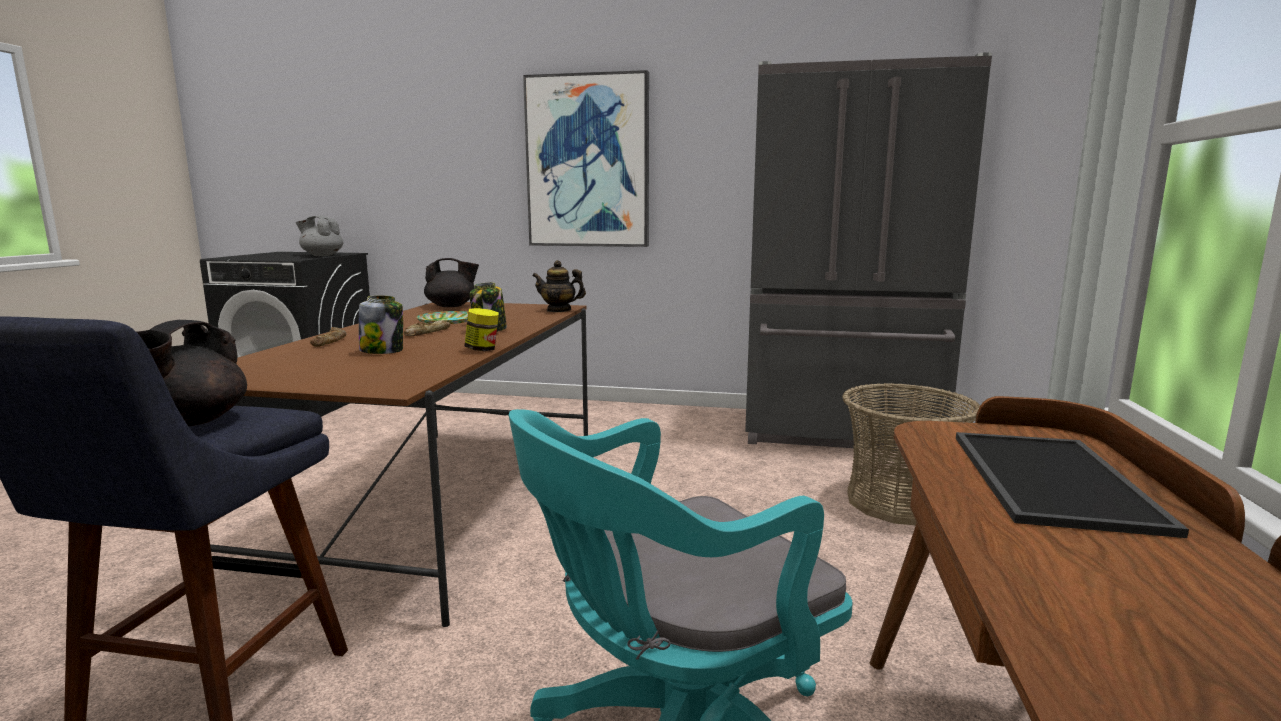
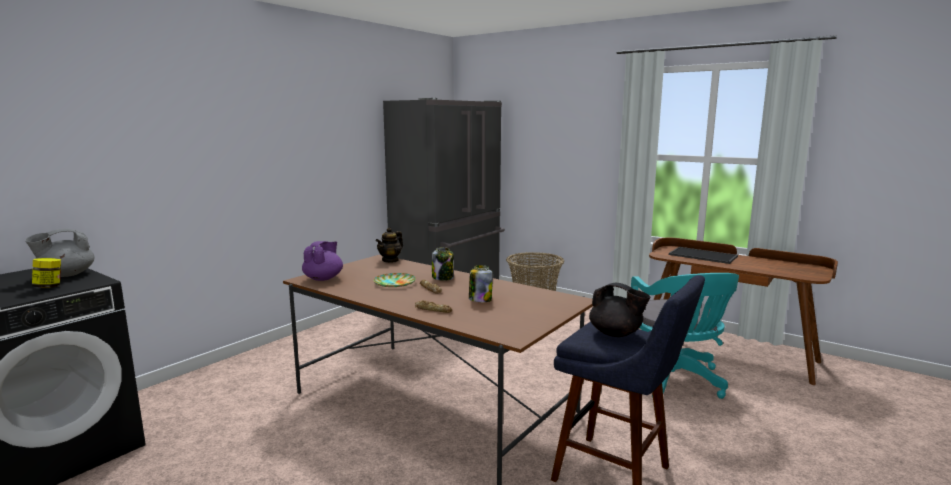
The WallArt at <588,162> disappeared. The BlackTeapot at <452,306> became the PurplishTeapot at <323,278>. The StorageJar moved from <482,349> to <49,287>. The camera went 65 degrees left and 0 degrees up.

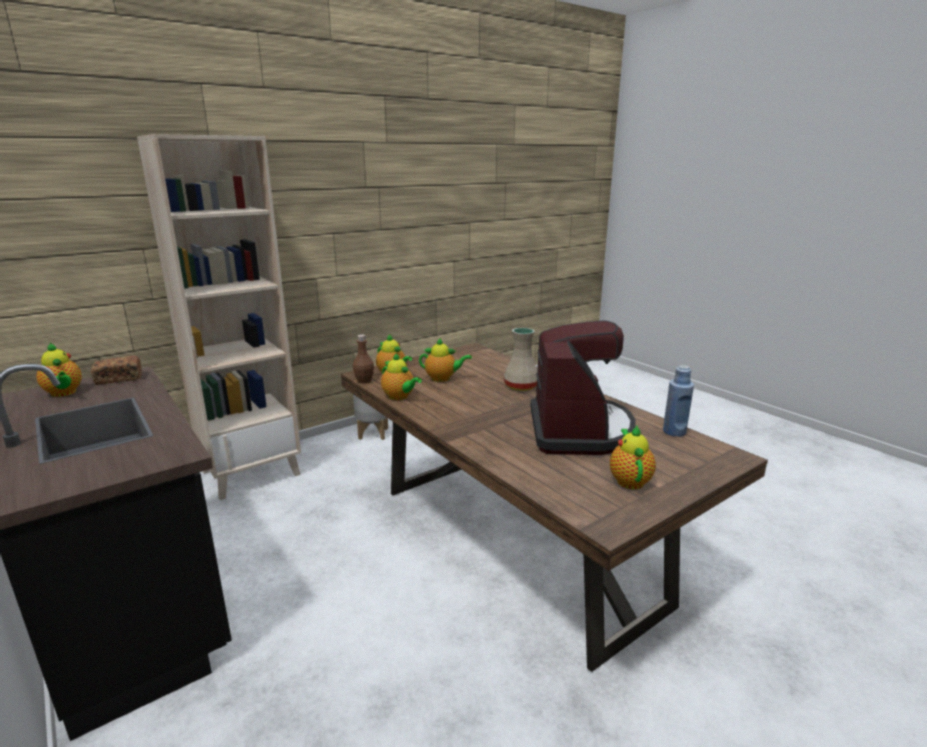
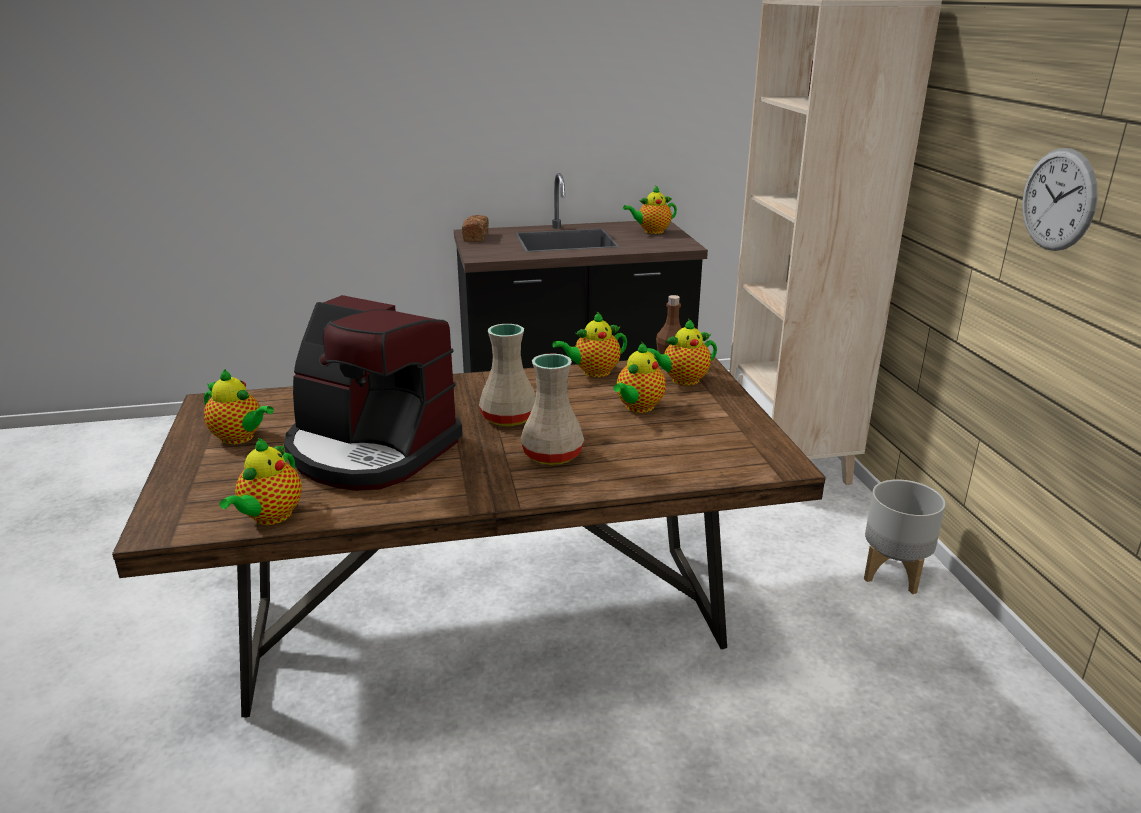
The BakeryBread moved from <119,379> to <475,237>. The BluishBeverageBottle at <674,432> was replaced by the Teapot at <270,517>. The WallClock at <1058,200> appeared. The SandColouredFlowerVase at <510,418> appeared. The camera went 115 degrees right and 5 degrees up.

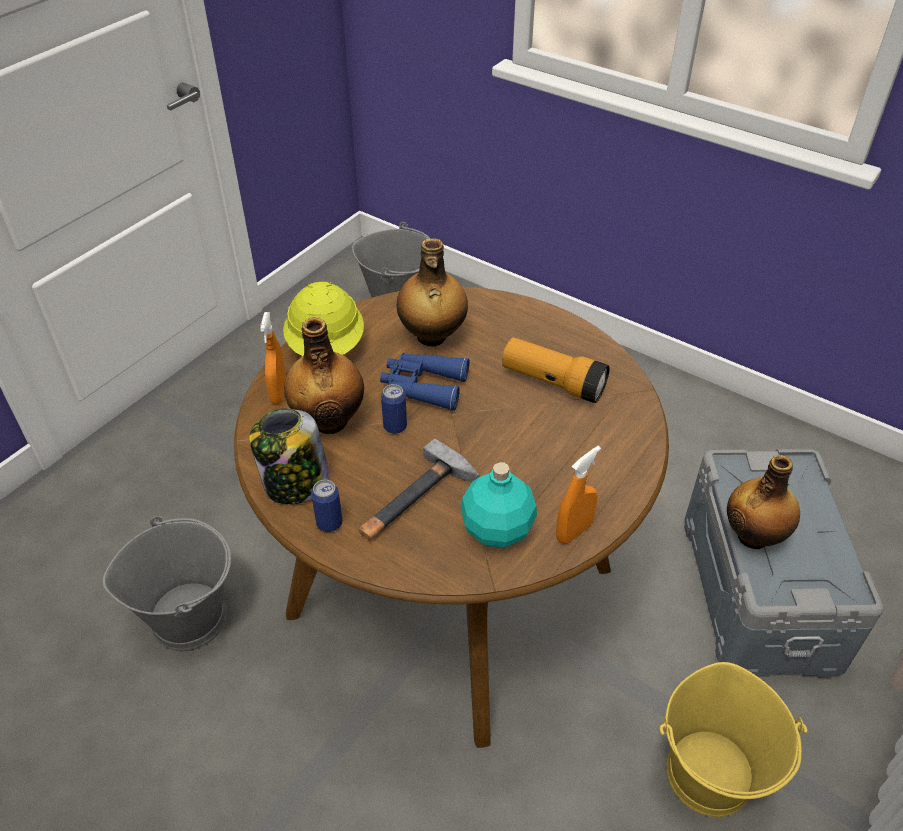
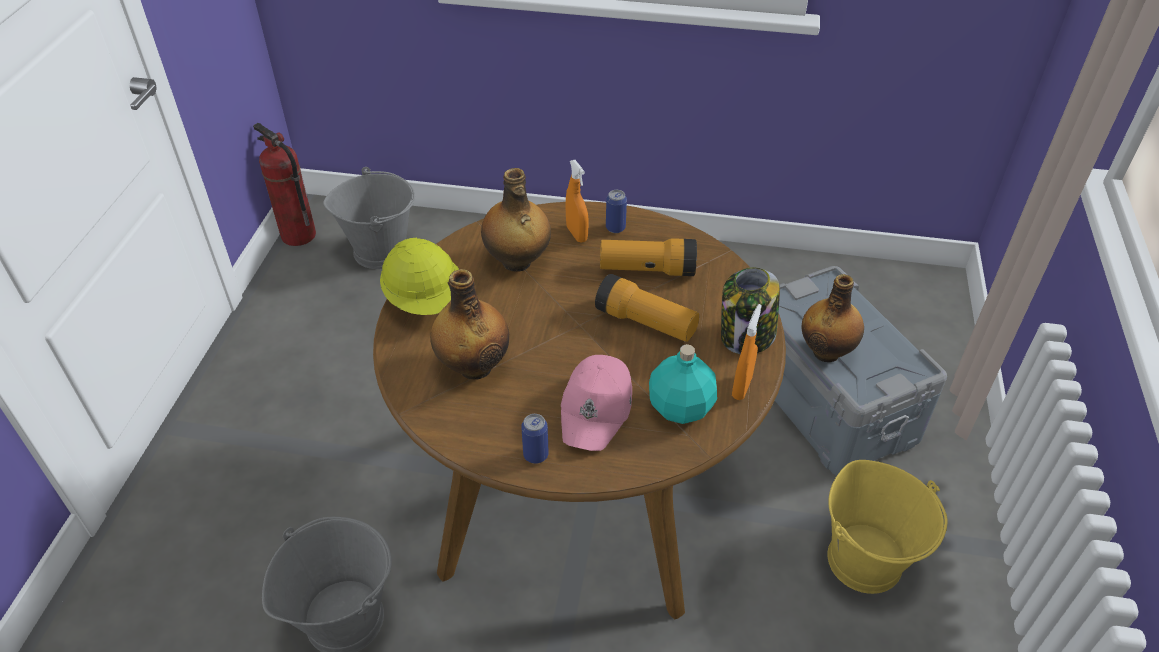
The OrangeySprayBottle moved from <279,393> to <577,234>. The BluishPairOfBinoculars at <423,386> disappeared. The SealedCan moved from <395,426> to <615,228>. The StorageJar moved from <295,484> to <746,337>. The ToolHammer at <415,500> was replaced by the PinkCap at <597,409>. The FireFightingCylinder at <298,236> appeared. The Torch at <646,322> appeared. The camera went 25 degrees left and 0 degrees up.

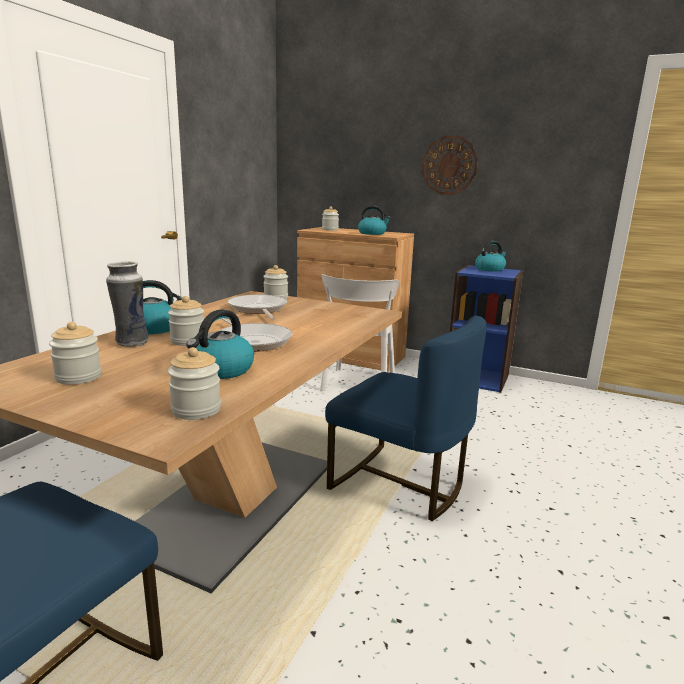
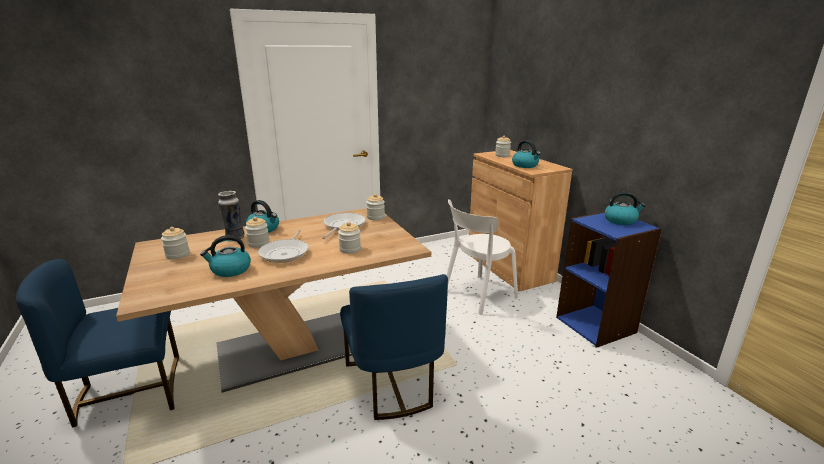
The WallClock at <449,165> disappeared. The StorageJar moved from <196,410> to <350,249>. The camera went 40 degrees right and 5 degrees up.

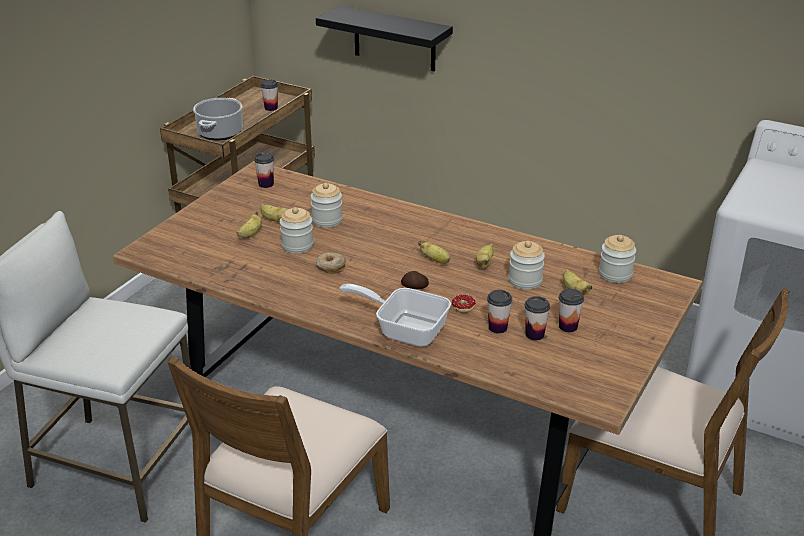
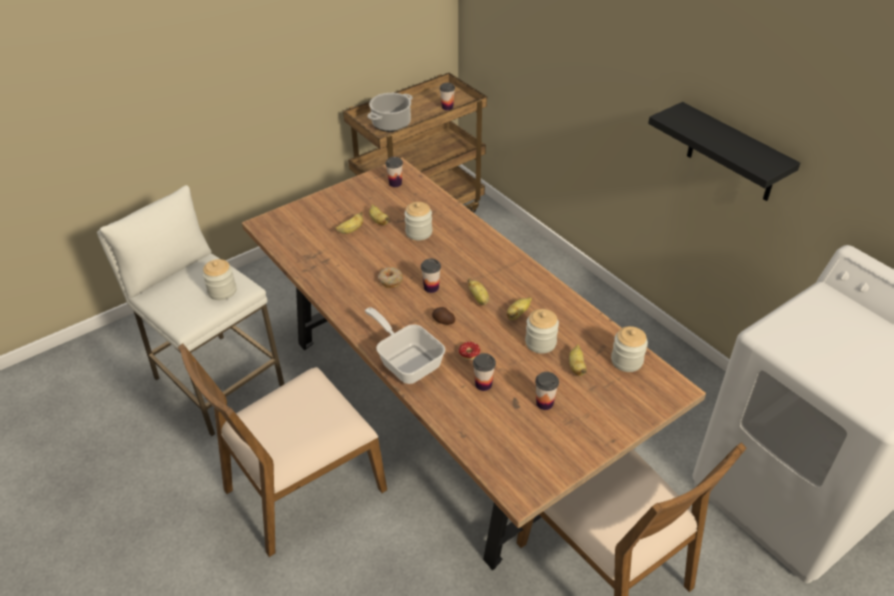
The BlackWallShelf moved from <394,39> to <732,154>. The StorageJar moved from <297,246> to <222,291>. The Cup moved from <534,334> to <431,287>. The camera went 25 degrees right and 10 degrees up.

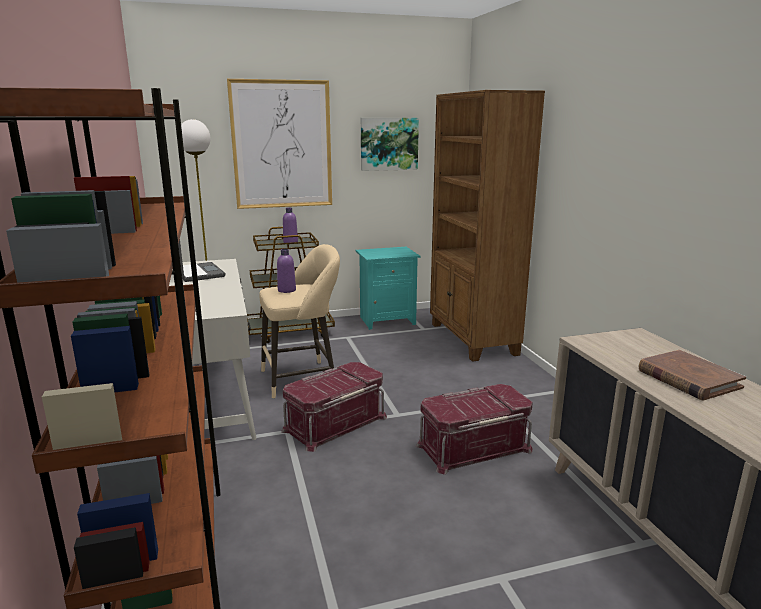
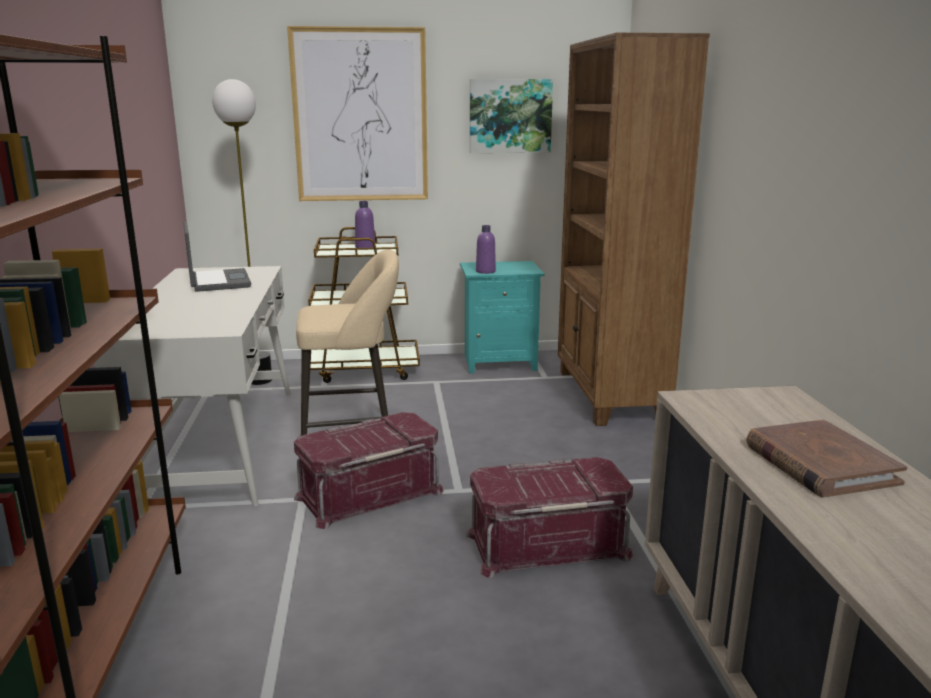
The PurplishBeverageBottle moved from <286,290> to <485,271>. The camera went 10 degrees right and 0 degrees up.

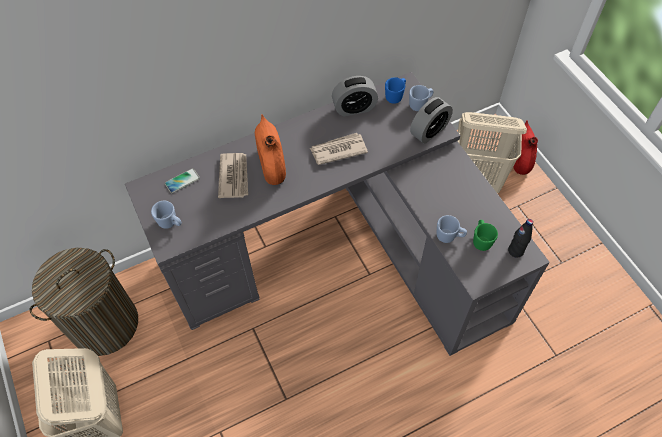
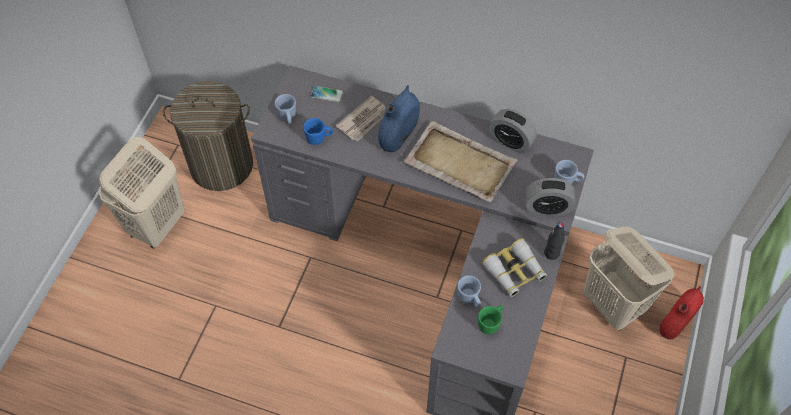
The BluishTeaMug moved from <395,96> to <319,138>. The OrangeyFlowerVase at <272,165> became the BluishFlowerVase at <399,134>. The Newspaper at <338,150> was replaced by the SandColouredTray at <459,163>. The BlackBeverageBottle moved from <515,251> to <551,253>. The PairOfBinoculars at <514,272> appeared. The camera went 45 degrees right and 0 degrees up.

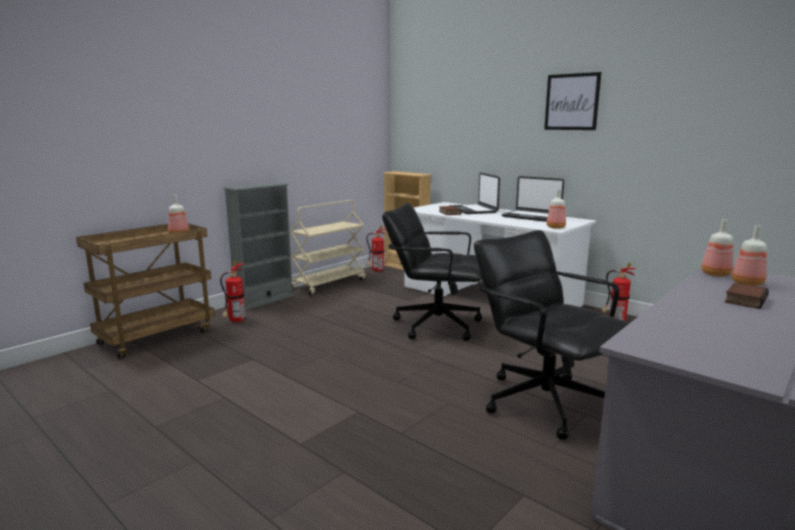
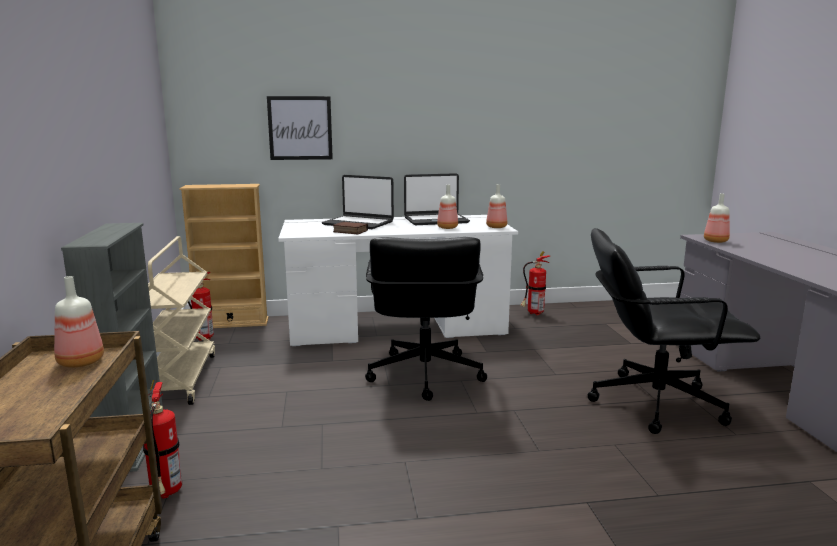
The WallArt moved from <572,102> to <300,128>. The BlackComputerChair at <436,325> turned 60 degrees counterclockwise. The BeverageBottle moved from <747,283> to <447,228>. The BoundBook at <744,300> disappeared. The camera went 50 degrees left and 0 degrees up.

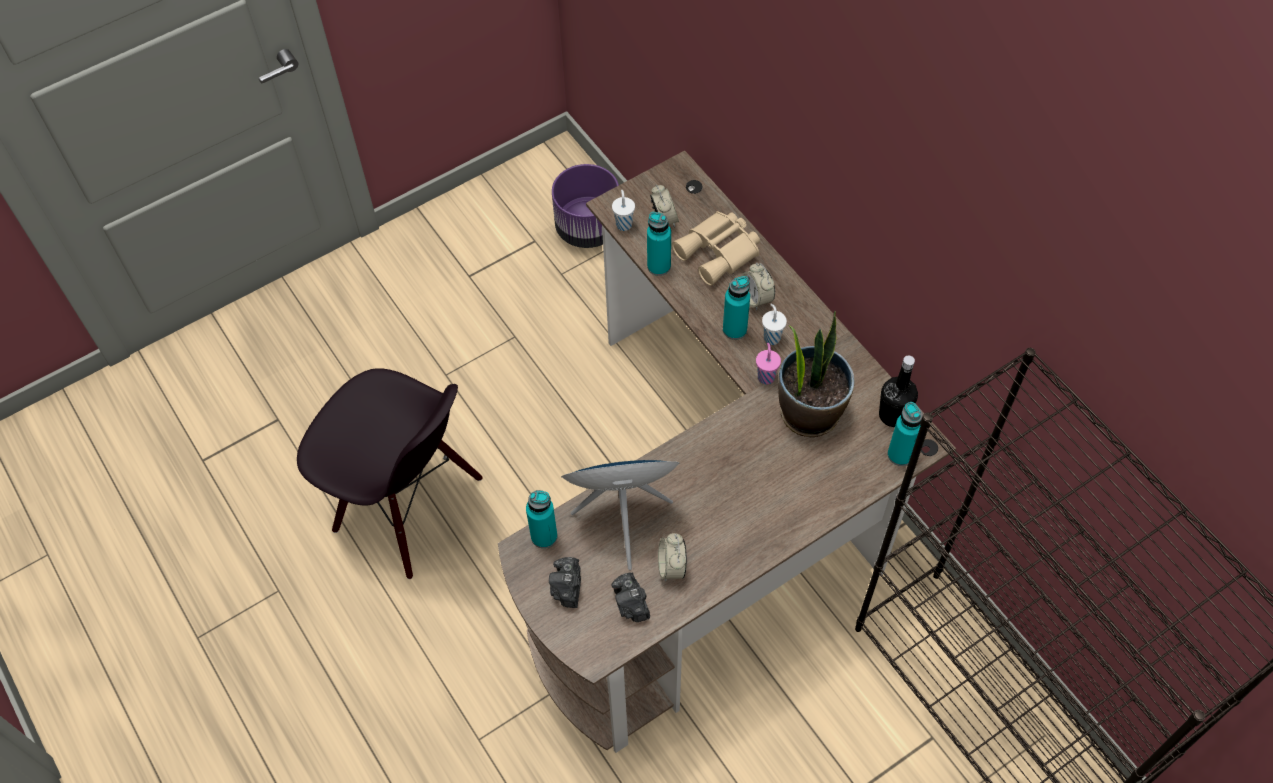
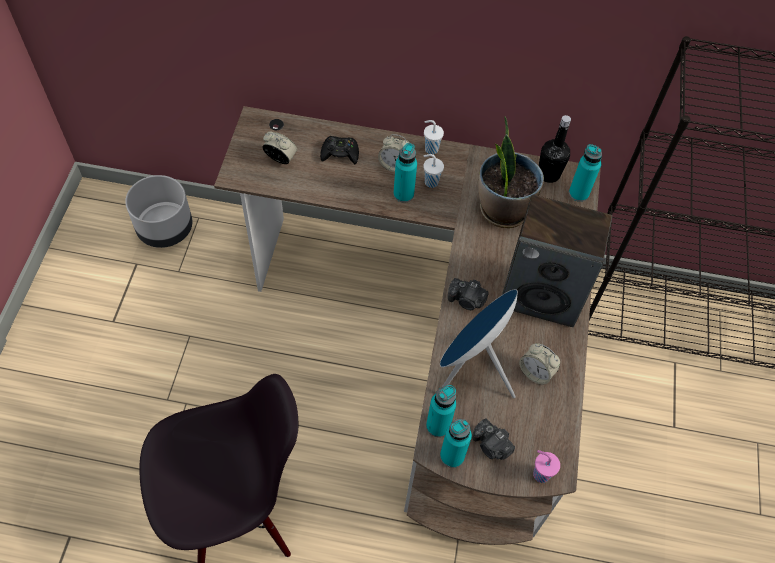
The PurplishPlanter at <587,228> became the GreyishPlanter at <165,229>. The WhitishCup moved from <624,224> to <430,148>. The SandColouredPairOfBinoculars at <720,252> was replaced by the BlackGameController at <340,153>. The BlueGreenBeverageBottle moved from <659,266> to <452,456>. The PinkCup moved from <766,376> to <540,473>. The StillCamera moved from <631,604> to <466,300>. The Speaker at <542,294> appeared. The camera went 50 degrees left and 0 degrees up.

